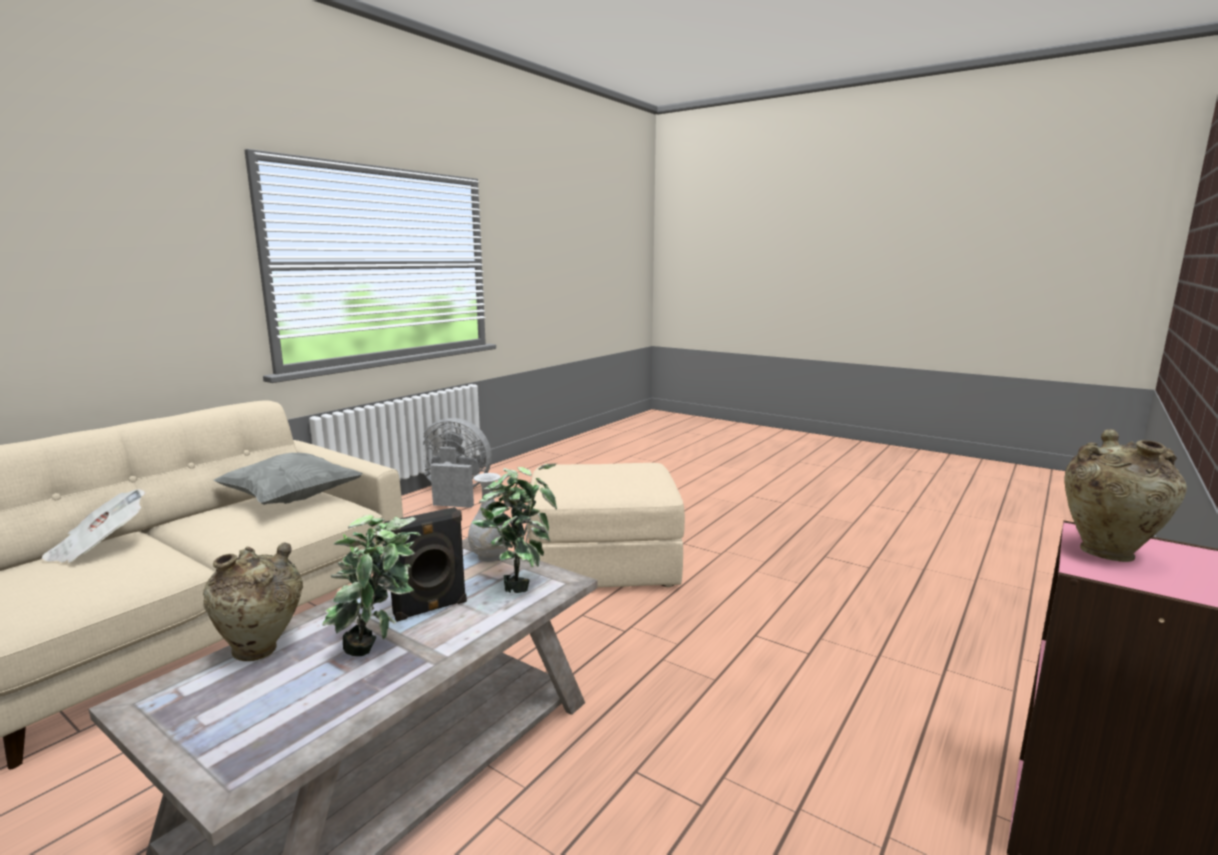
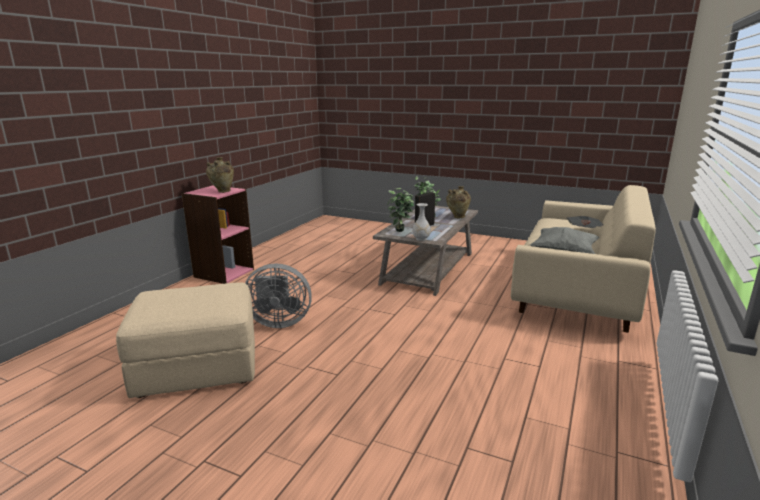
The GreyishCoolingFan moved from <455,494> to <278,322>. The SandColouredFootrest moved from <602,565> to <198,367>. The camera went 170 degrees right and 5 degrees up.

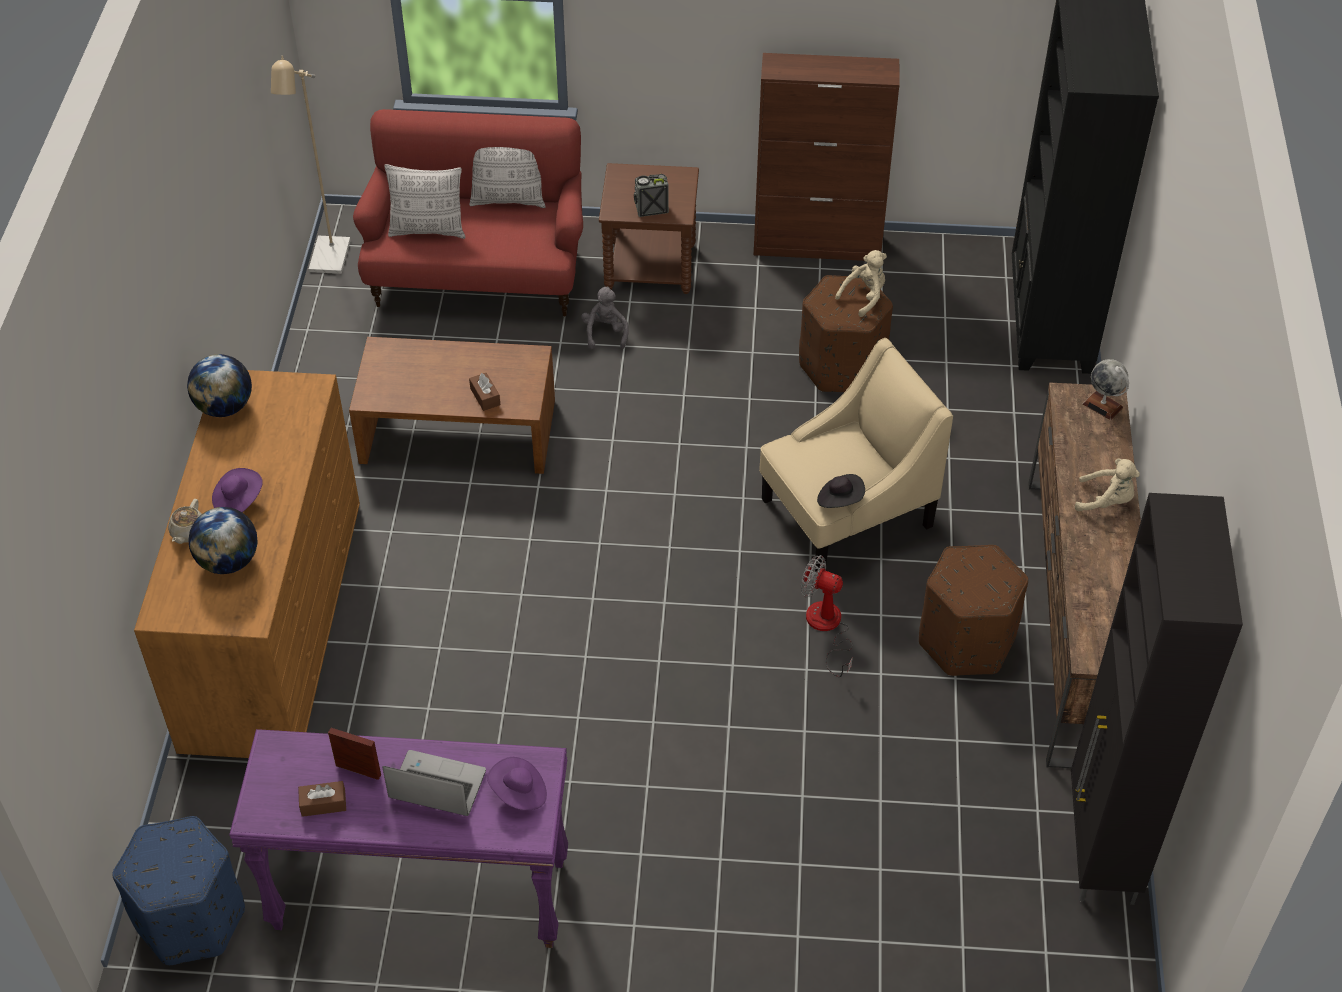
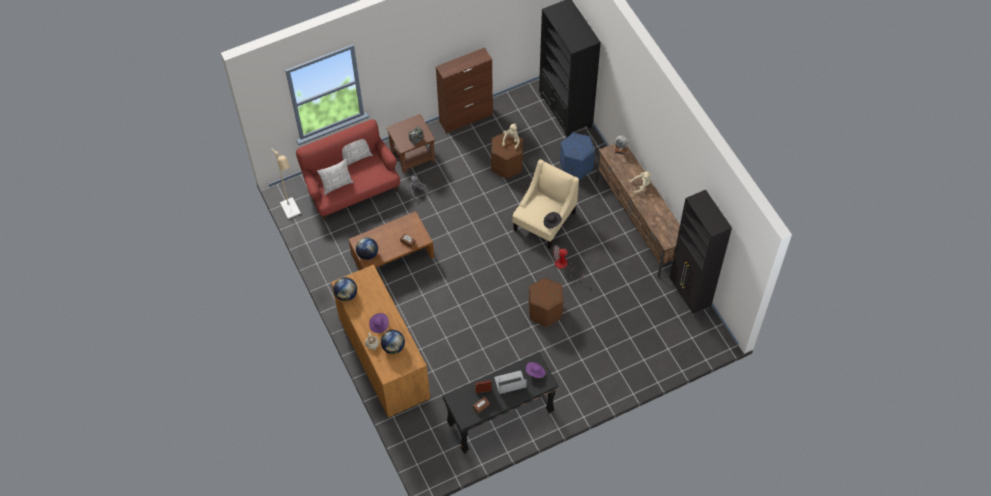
The BrownColouredFootrest moved from <965,641> to <545,311>. The PurplishHallTable at <419,897> became the BlackHallTable at <500,420>. The BluishFootrest moved from <191,919> to <576,166>. The WorldGlobe at <367,254> appeared. The camera went 30 degrees left and 10 degrees up.

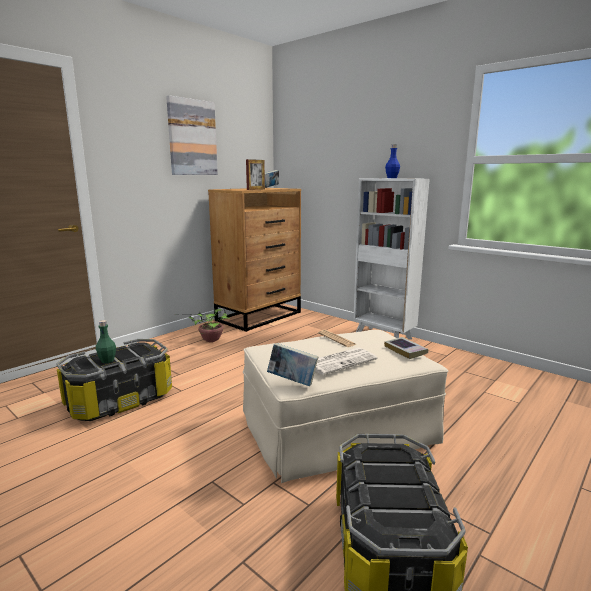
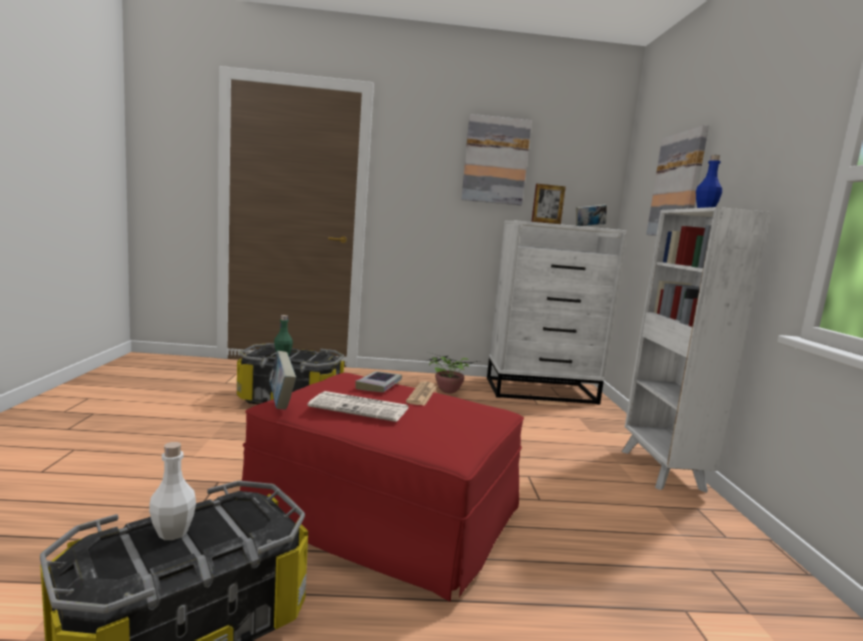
The BrownColouredChestOfDrawers at <259,316> became the WhitishChestOfDrawers at <541,391>. The SandColouredFootrest at <337,430> became the RedFootrest at <383,515>. The BoundBook moved from <405,350> to <379,385>. The WallArt at <677,185> appeared. The WhitishBeverageBottle at <173,532> appeared. The camera went 45 degrees right and 5 degrees down.

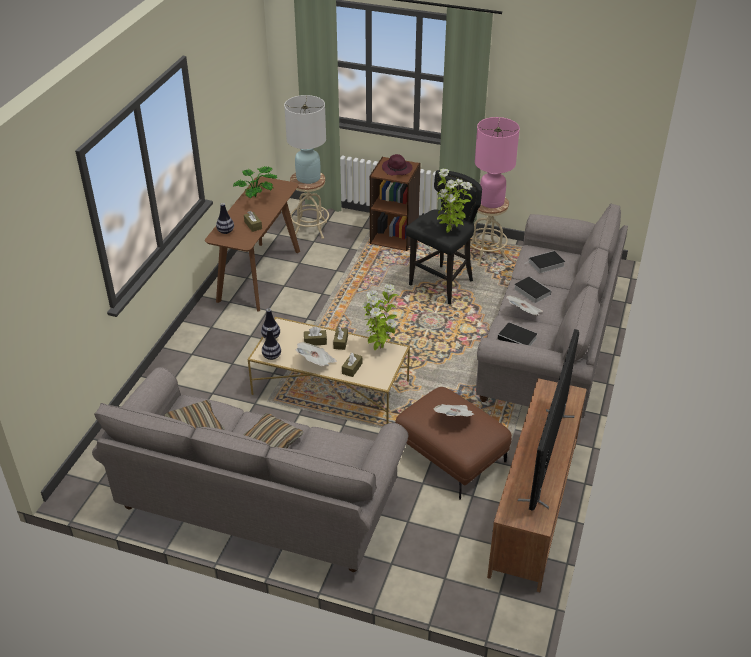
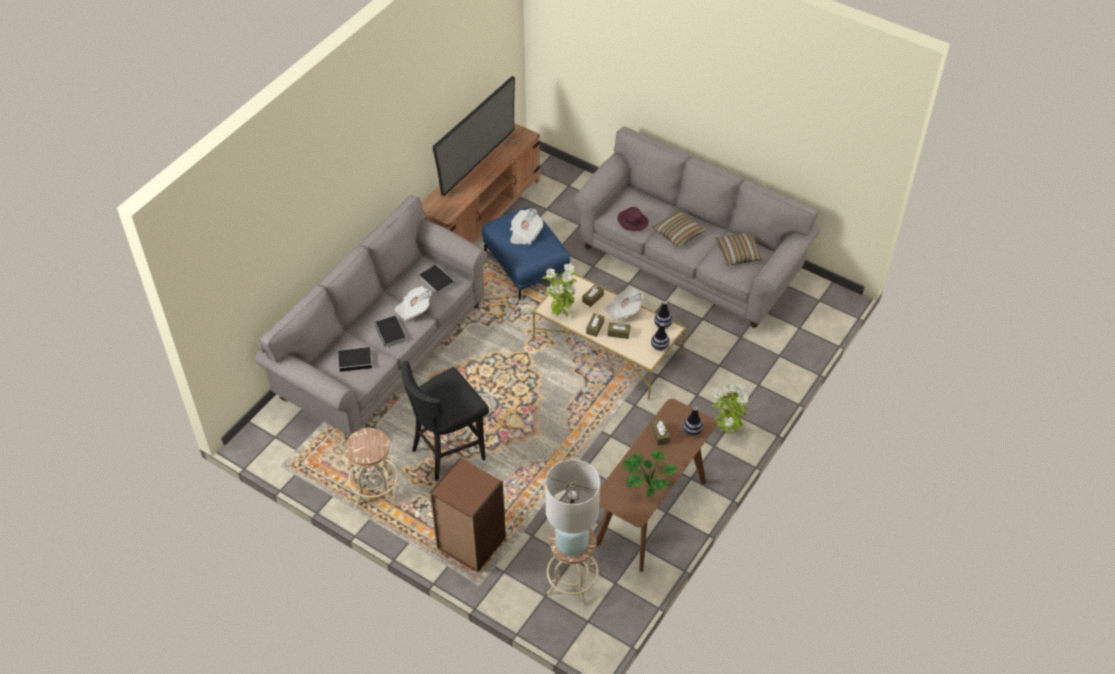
The PinkTabletopLamp at <491,202> disappeared. The PurplishClothingHat moved from <397,169> to <632,221>. The Houseplant moved from <450,231> to <727,432>. The BrownColouredFootrest at <451,456> became the BluishFootrest at <525,265>. The camera went 165 degrees left and 10 degrees up.

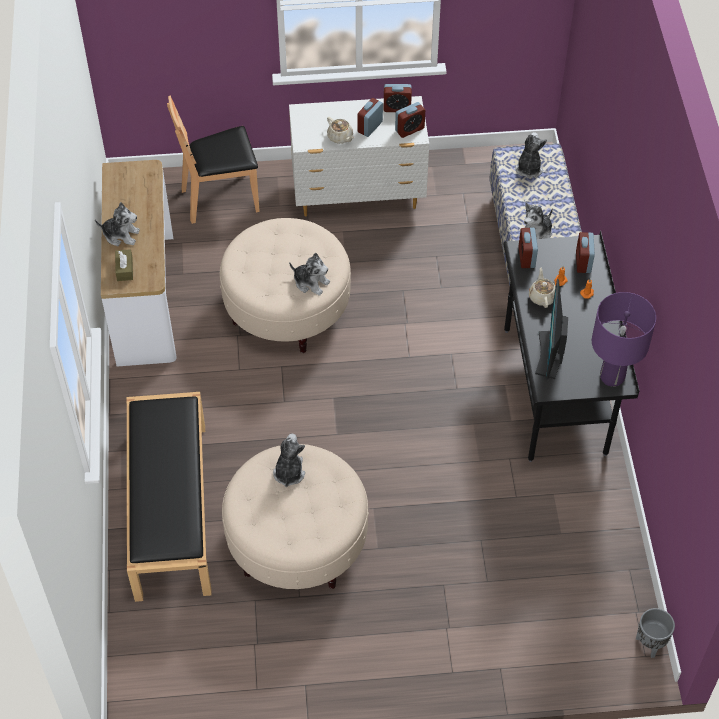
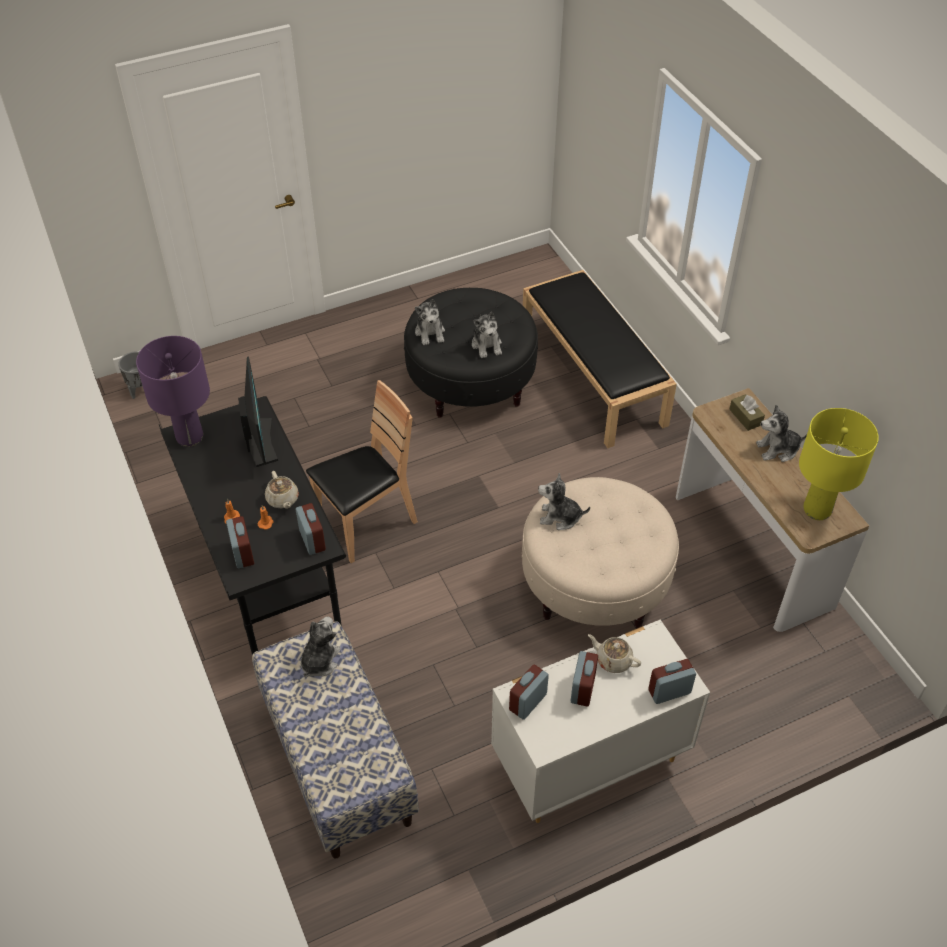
The AlarmClock moved from <397,108> to <669,691>. The BrownColouredChair moved from <221,199> to <367,524>. The SoftToy moved from <528,168> to <430,333>. The SandColouredFootrest at <297,542> became the BlackFootrest at <471,382>. The YellowTabletopLamp at <817,510> appeared. The camera went 160 degrees right and 5 degrees down.

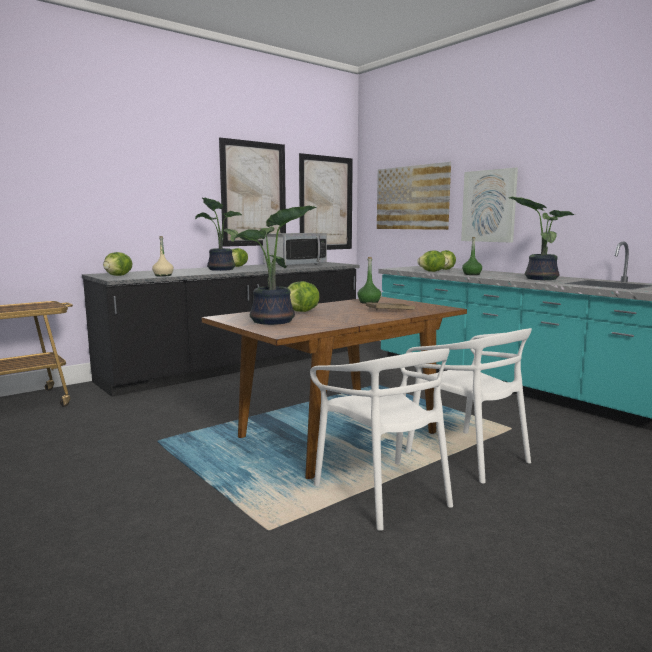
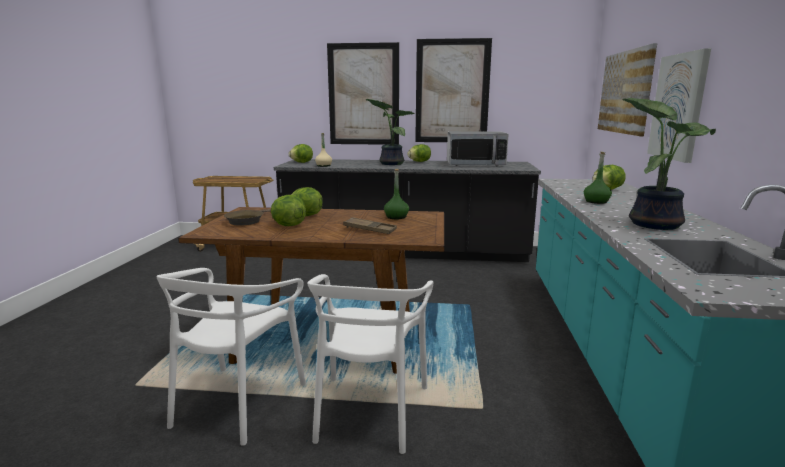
The WallArt moved from <326,203> to <363,95>. The Houseplant at <273,322> was replaced by the BrownColouredFryingPan at <247,221>. The LettuceHead moved from <432,271> to <288,225>. The camera went 45 degrees right and 5 degrees up.

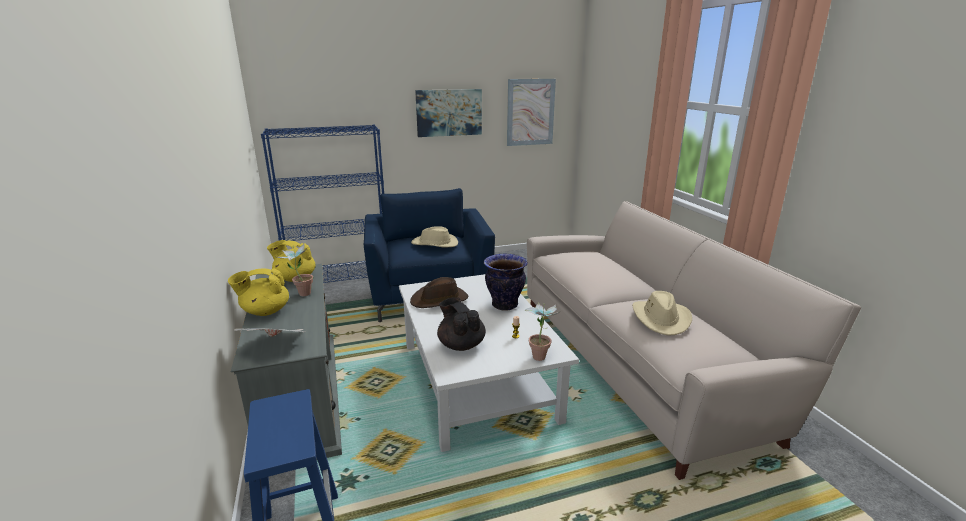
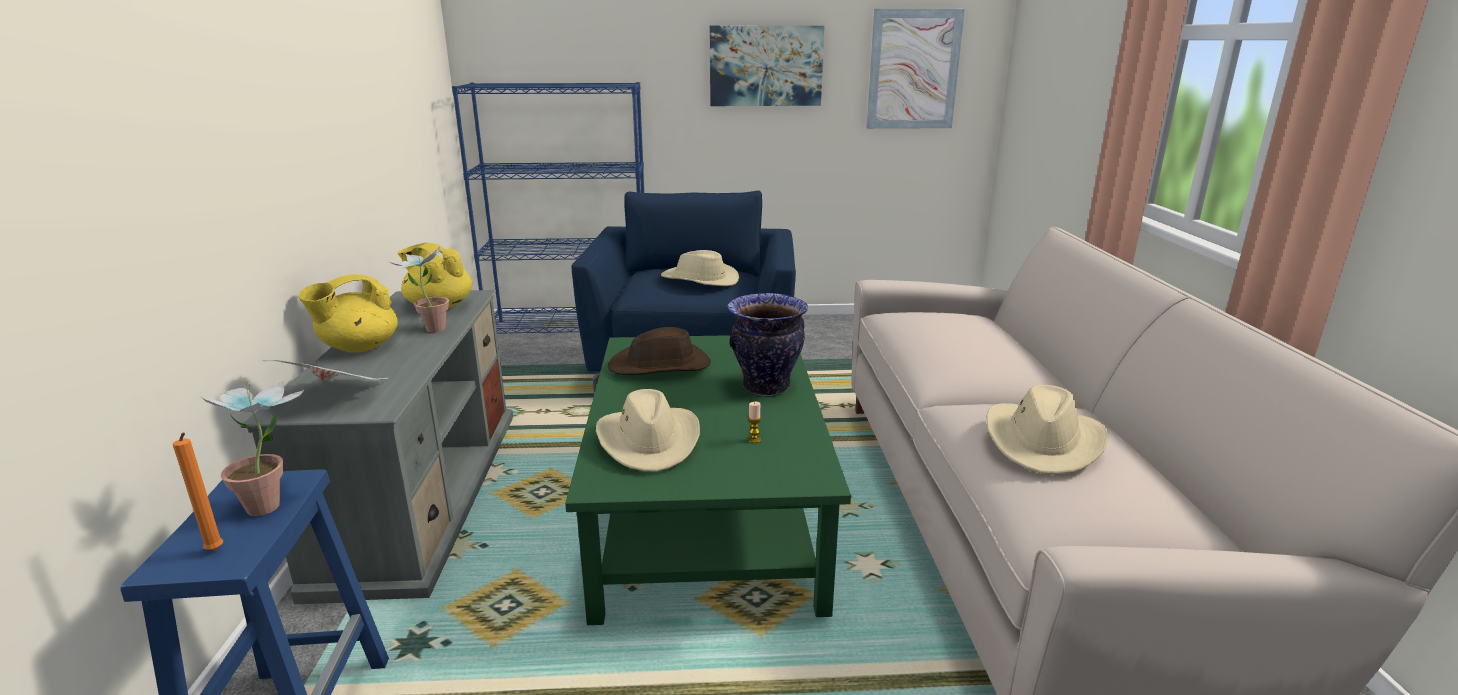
The YellowTeapot at <265,311> turned 45 degrees counterclockwise. The WhitishLowTable at <477,380> became the GreenLowTable at <708,515>. The BlackTeapot at <461,345> was replaced by the SandColouredClothingHat at <649,441>. The Houseplant moved from <540,354> to <276,503>. The OrangeyWaxCandle at <216,551> appeared. The camera went 15 degrees right and 0 degrees up.

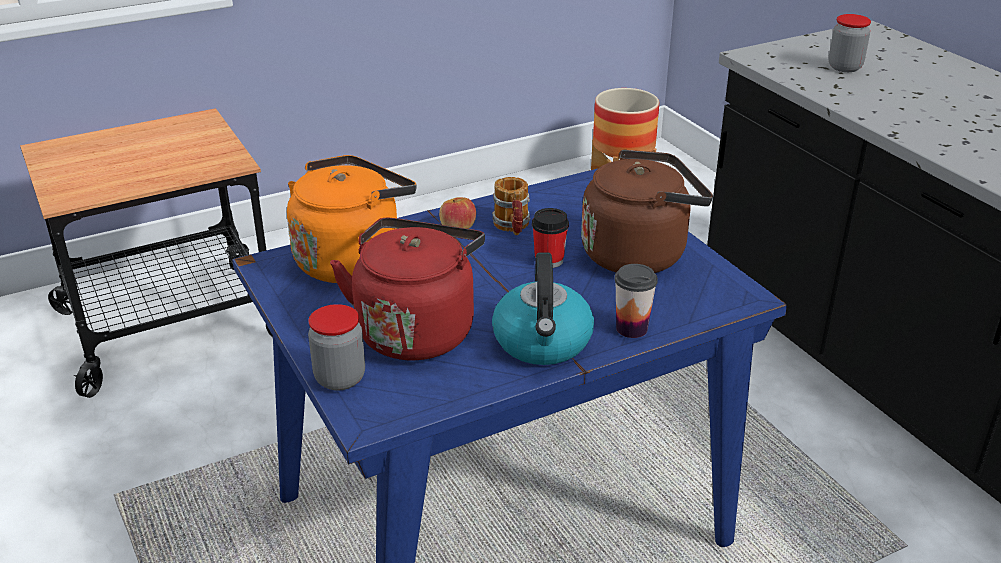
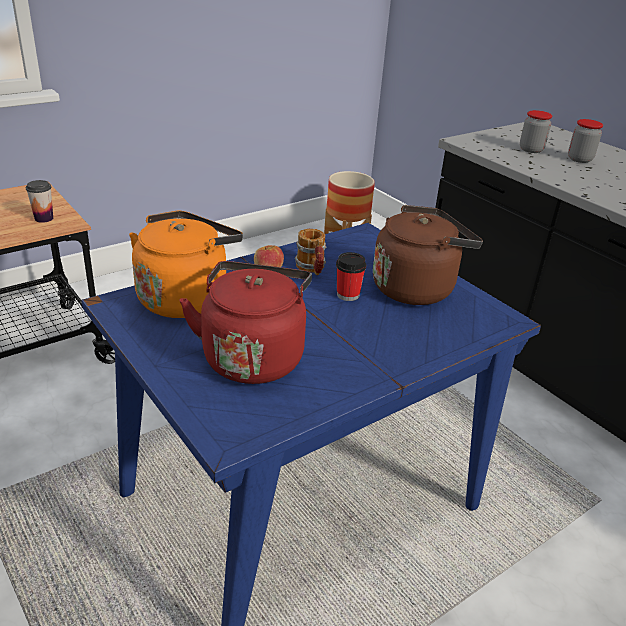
The Kettle at <543,343> disappeared. The Cup moved from <631,328> to <44,218>. The StorageJar moved from <340,378> to <579,159>. The camera went 10 degrees left and 0 degrees up.

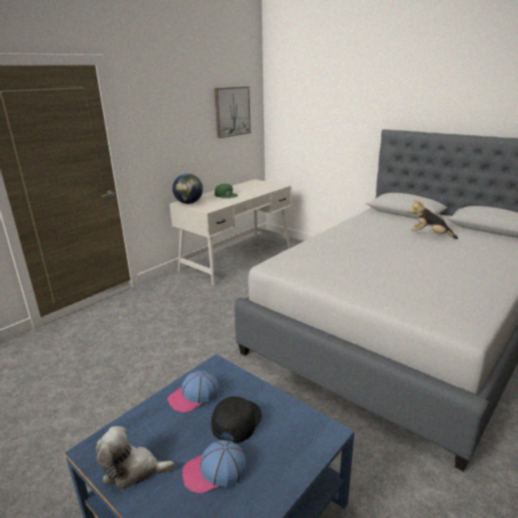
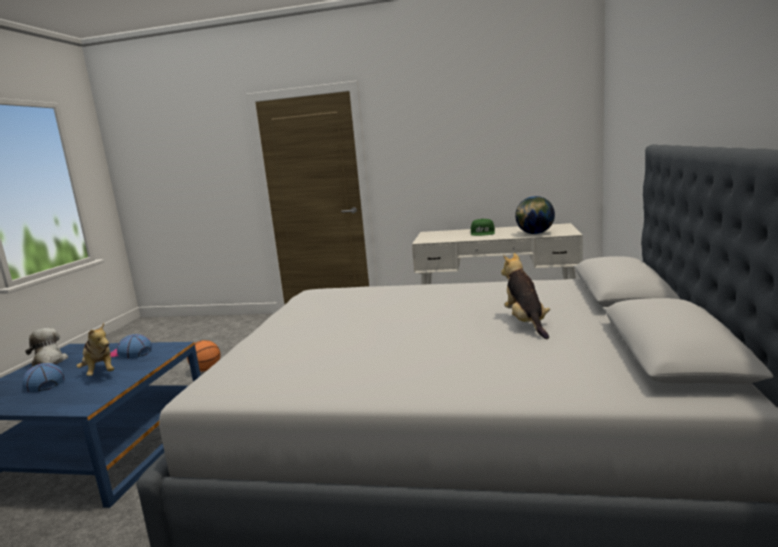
The WallArt at <232,111> disappeared. The WorldGlobe moved from <189,203> to <535,233>. The BlackCap at <236,421> was replaced by the SoftToy at <100,373>. The BallForBasketball at <206,370> appeared. The camera went 60 degrees right and 10 degrees down.

